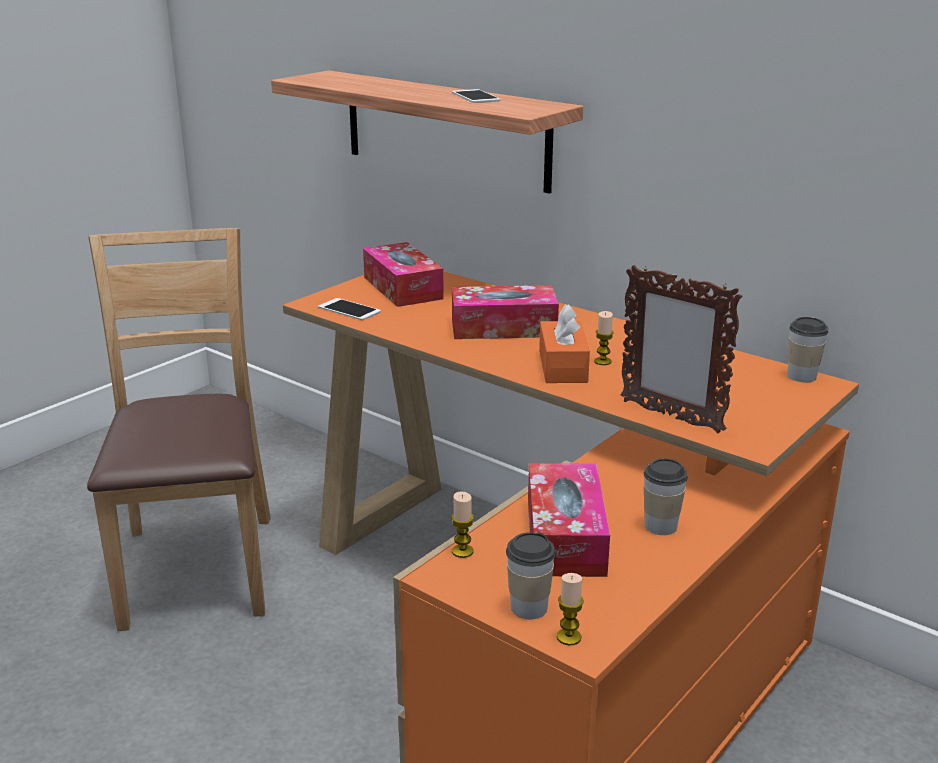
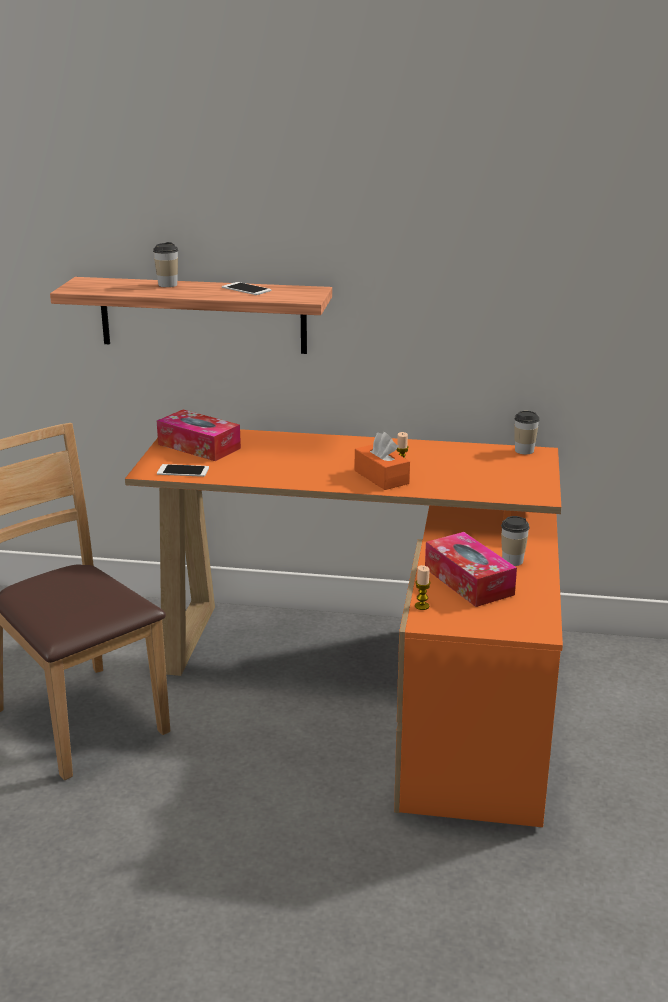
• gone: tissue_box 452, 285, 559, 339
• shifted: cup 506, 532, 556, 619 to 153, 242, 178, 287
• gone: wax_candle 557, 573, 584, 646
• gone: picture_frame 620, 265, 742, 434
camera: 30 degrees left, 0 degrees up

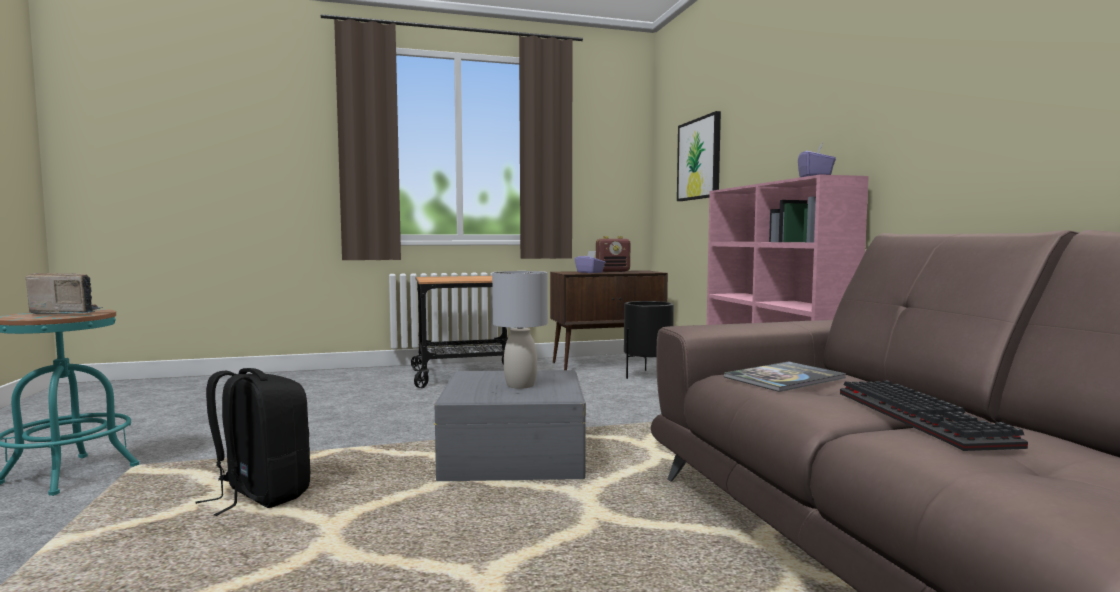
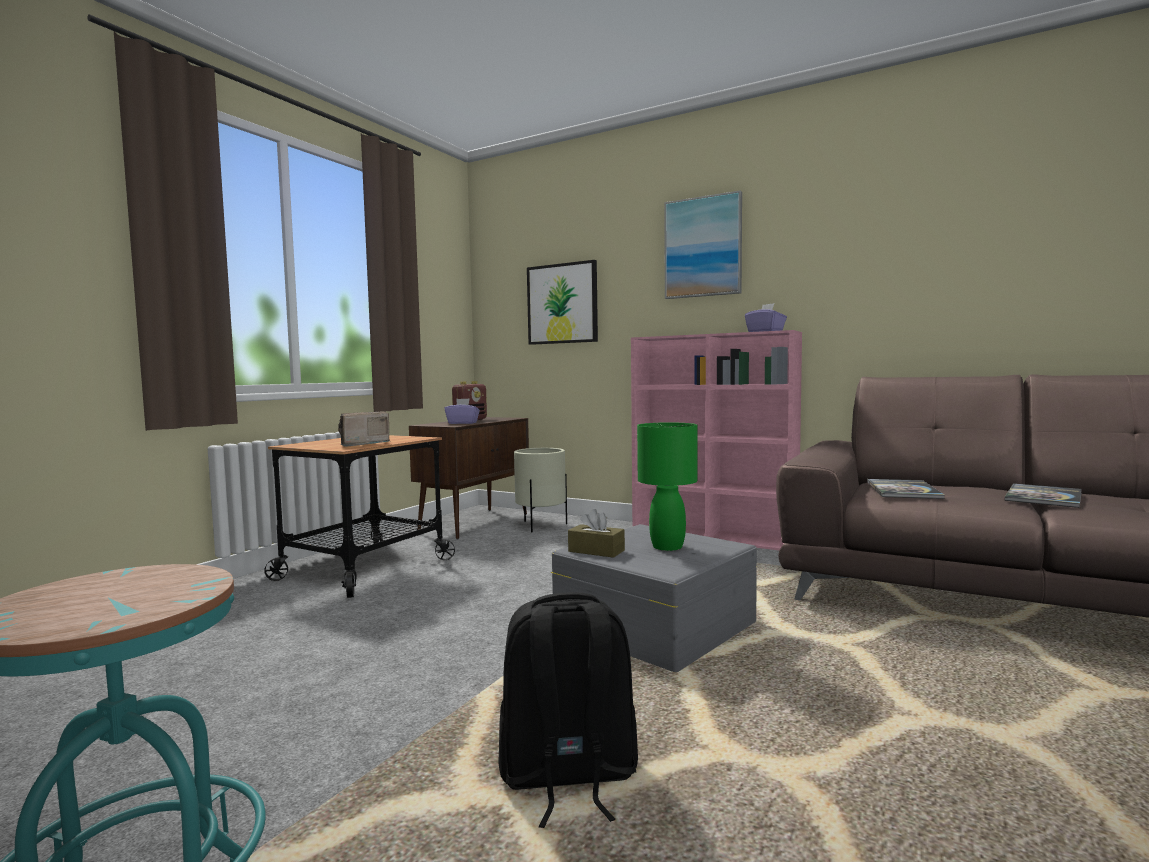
• shifted: radio 26, 273, 103, 314 to 338, 412, 390, 447
• repainted: greyish_table_lamp 492, 271, 548, 389 to green_table_lamp 637, 422, 698, 551
• repainted: blackish_plant_pot 624, 301, 674, 379 to beige-coloured_plant_pot 514, 448, 567, 533
• swapped: computer_keyboard 840, 380, 1028, 451 to book 1005, 483, 1082, 508
• new: brown_tissue_box 568, 509, 625, 558
• new: wall_art 664, 190, 742, 299
camera: 45 degrees left, 0 degrees up

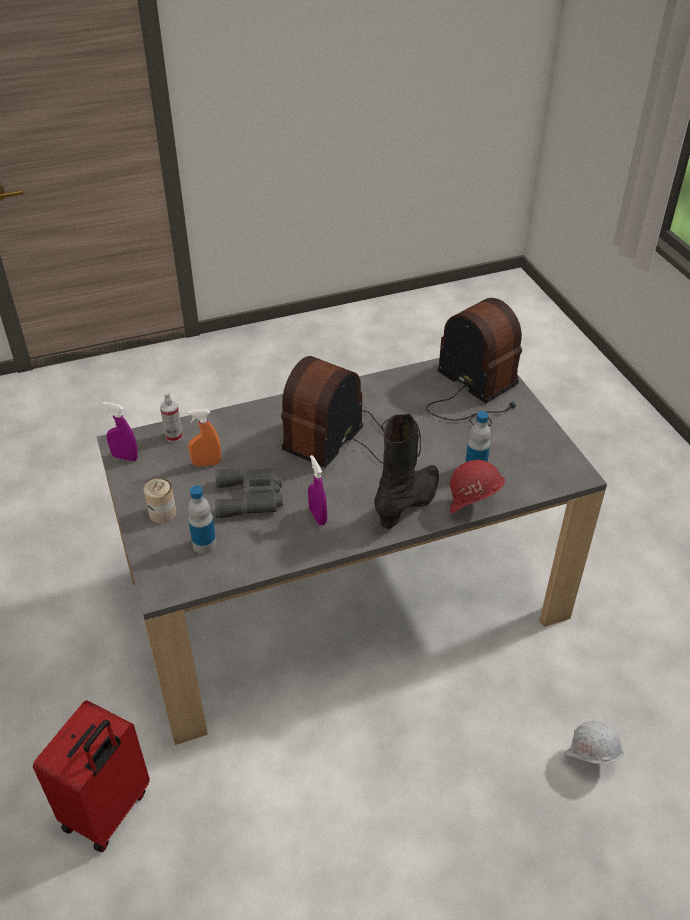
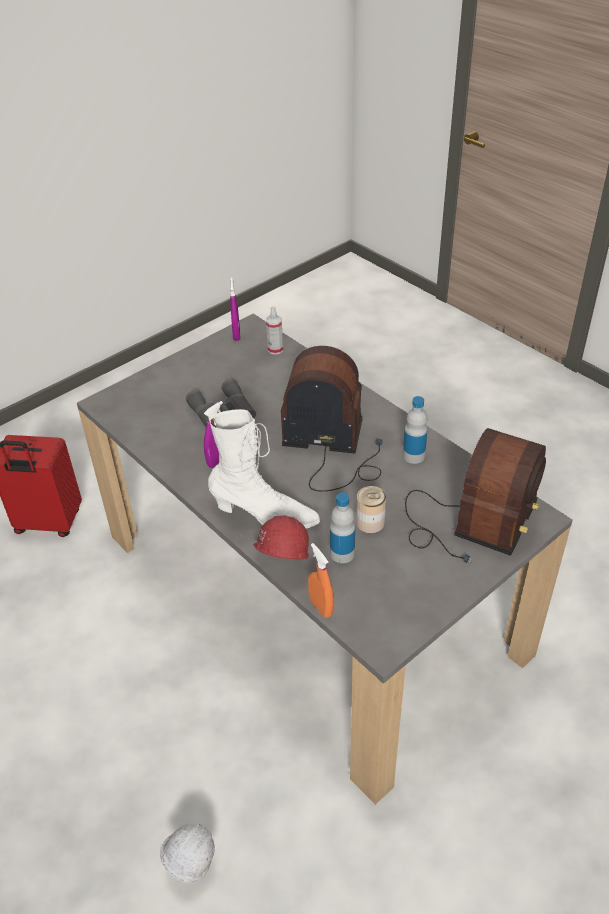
• shifted: metal_can 144, 478, 176, 524 to 356, 486, 386, 533
• shifted: orange_spray_bottle 187, 409, 221, 467 to 308, 543, 334, 618
• shifted: drink_bottle 188, 485, 217, 554 to 403, 396, 427, 464
• repainted: blackish_boot 374, 413, 439, 529 to white-coloured_boot 208, 409, 320, 529
camera: 70 degrees right, 0 degrees up

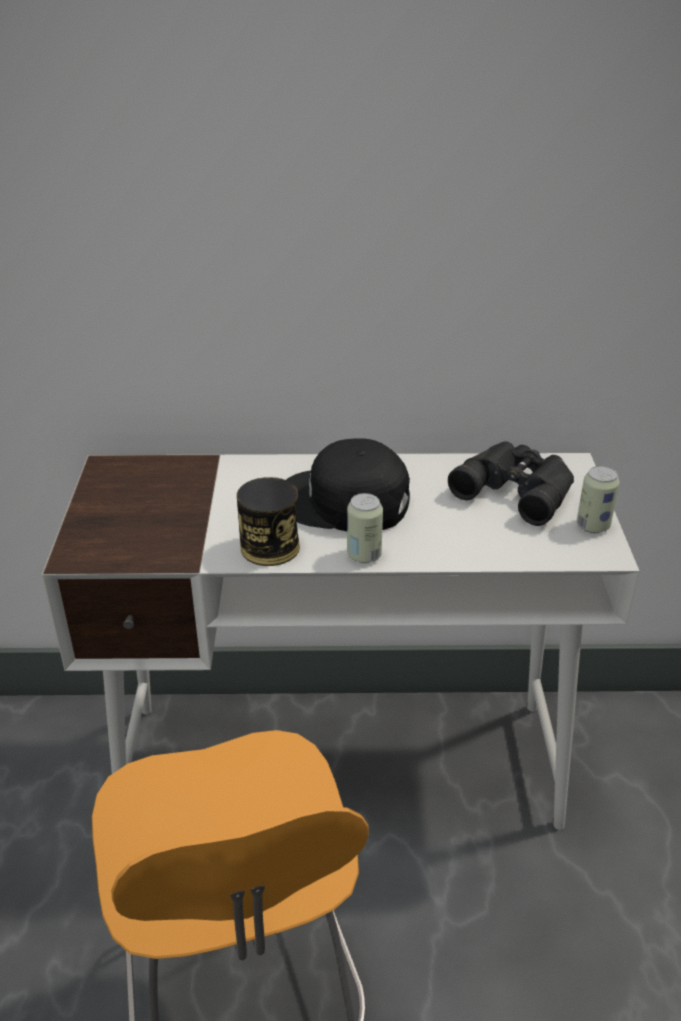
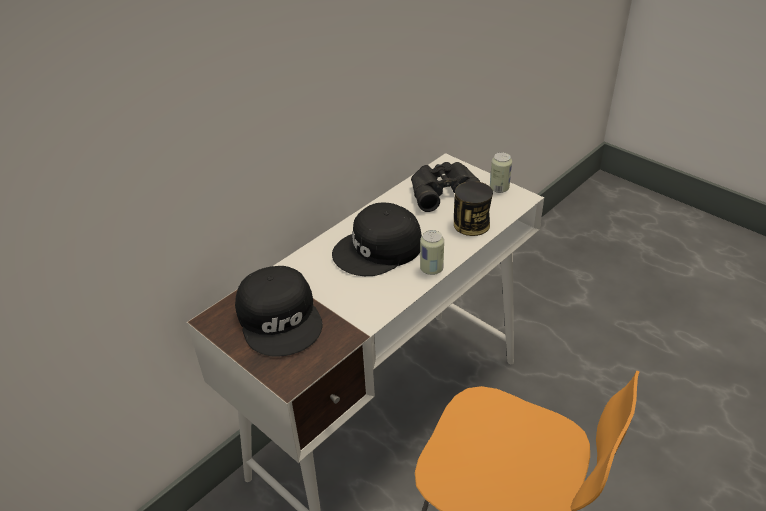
• shifted: metal_can 237, 477, 300, 566 to 454, 181, 493, 236
• new: blackish_baseball_cap 235, 266, 323, 357
camera: 45 degrees left, 5 degrees up

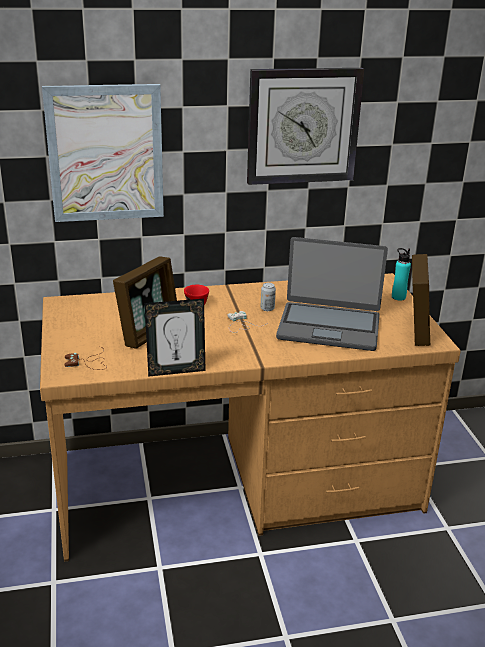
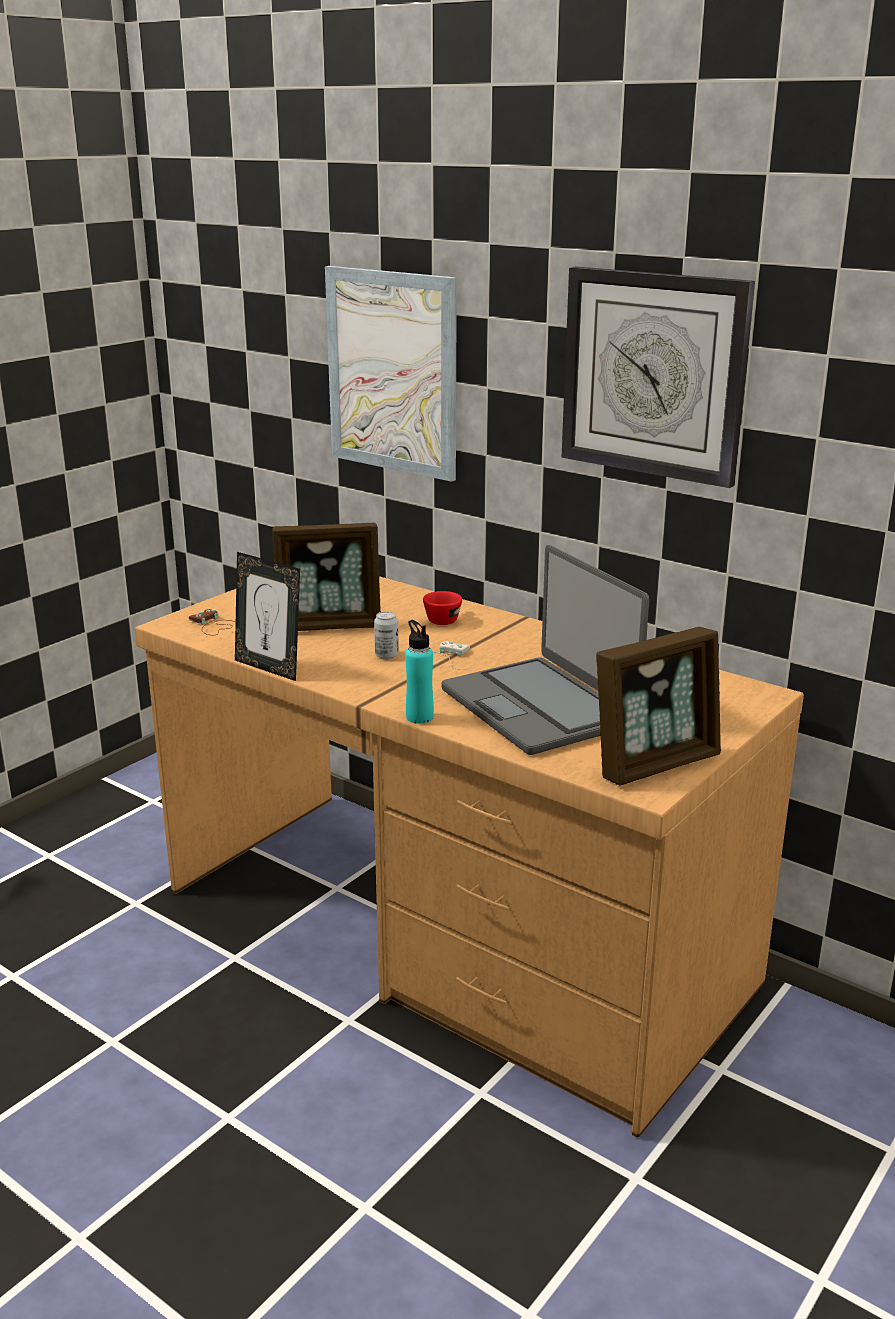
• shifted: metal_can 261, 283, 276, 311 to 374, 611, 399, 659
• shifted: blue-green_drink_bottle 392, 248, 411, 301 to 405, 620, 434, 724
camera: 50 degrees right, 5 degrees down

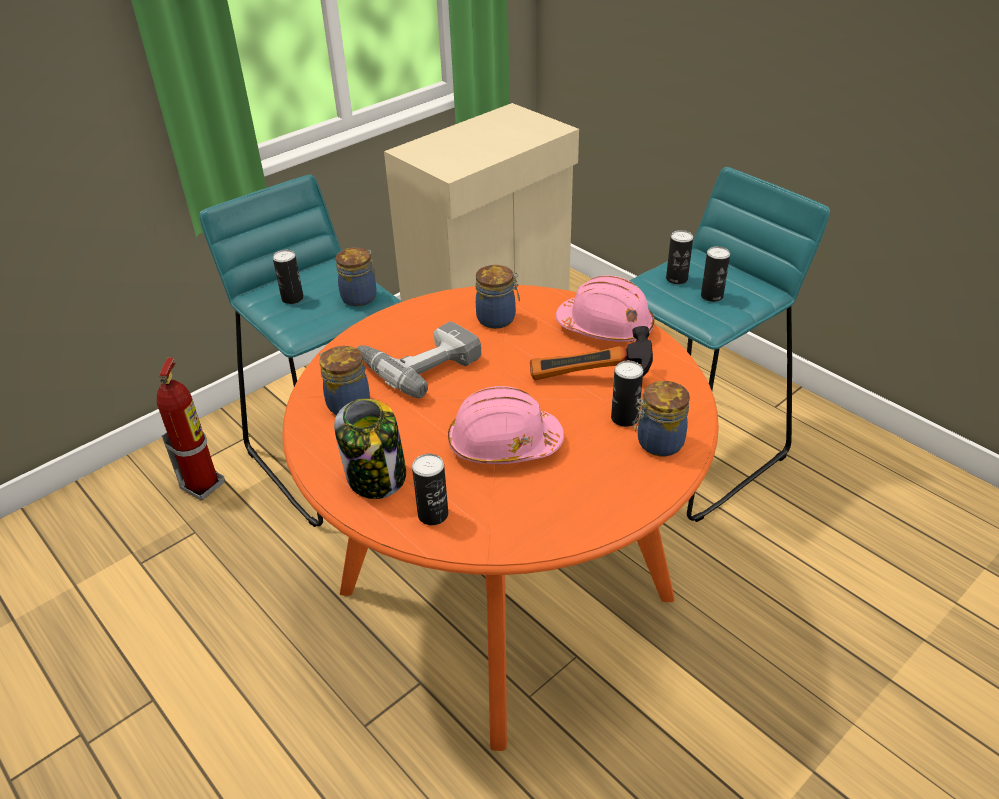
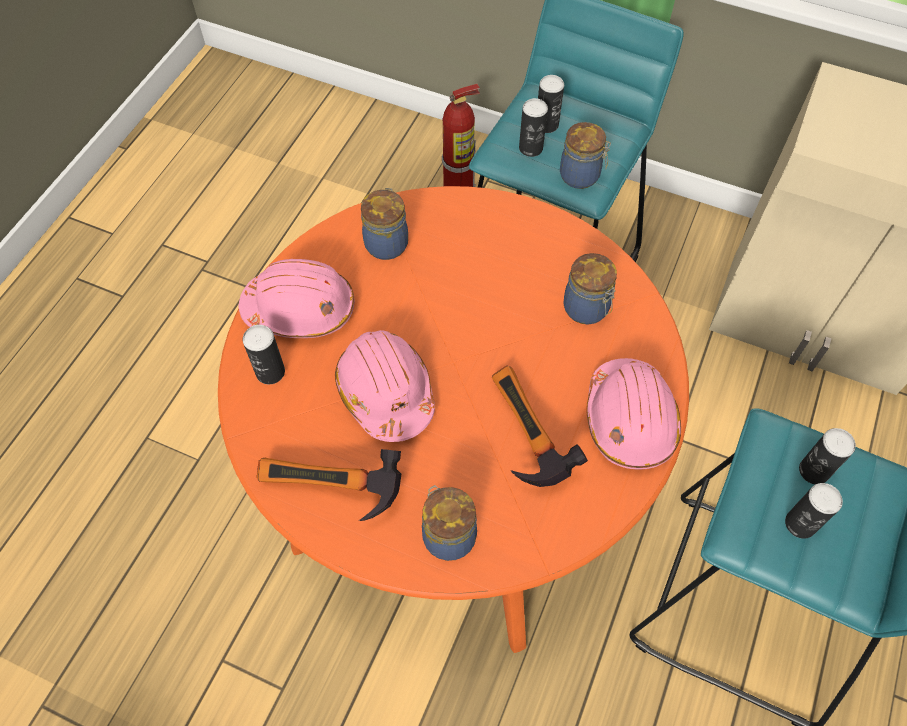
• swapped: storage_jar 334, 399, 406, 499 to pinkish_hard_hat 239, 259, 354, 338
• gone: power_drill 357, 321, 481, 398
• shifted: metal_can 611, 361, 643, 427 to 519, 98, 548, 157
• new: hammer 257, 449, 401, 521
camera: 65 degrees right, 20 degrees up

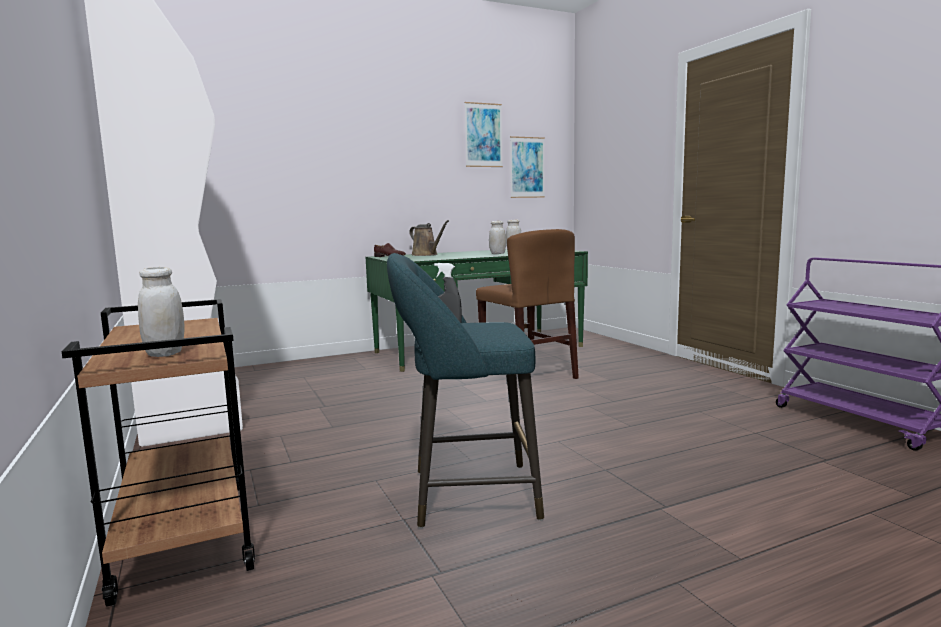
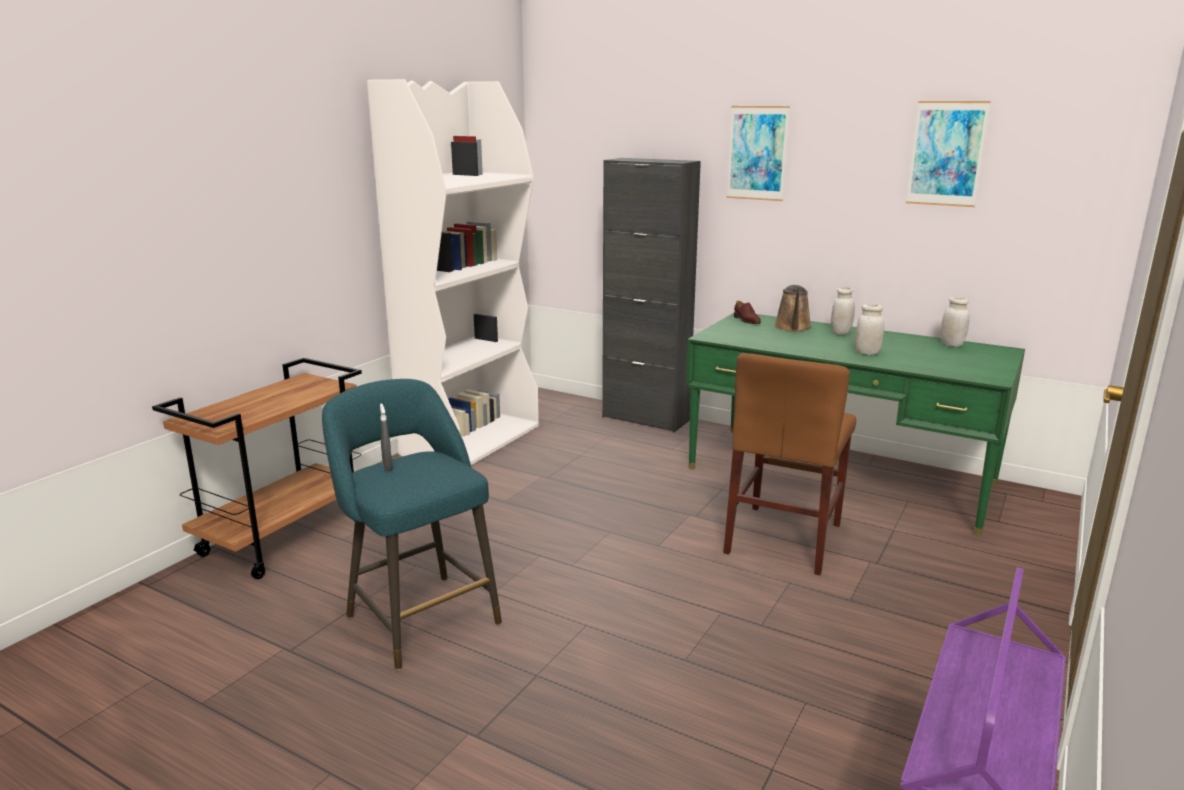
• shifted: white-coloured_storage_jar 138, 267, 185, 357 to 831, 287, 855, 335
• shifted: wall_art 510, 136, 545, 198 to 727, 106, 790, 201
• new: blackish_storage_cabinet 602, 158, 701, 432
camera: 55 degrees right, 10 degrees up

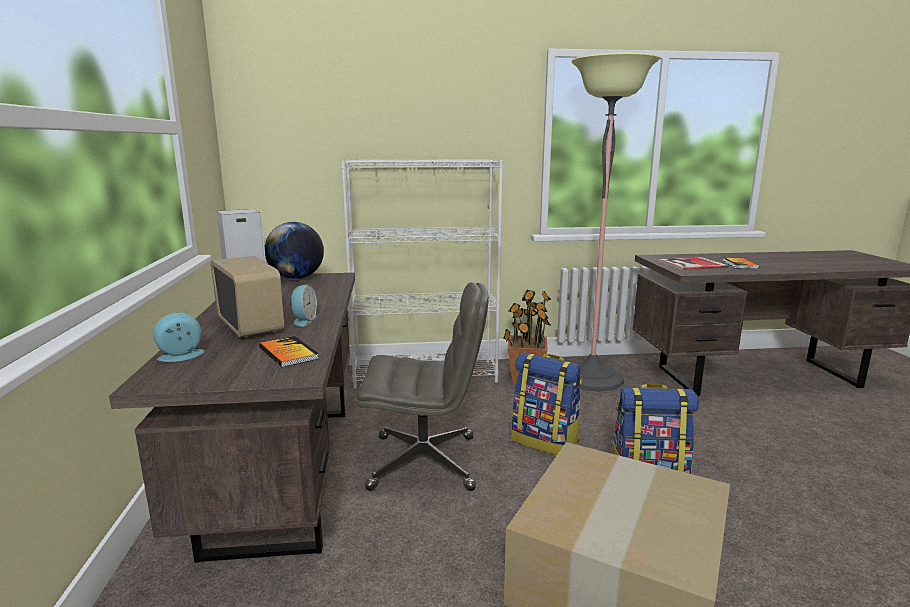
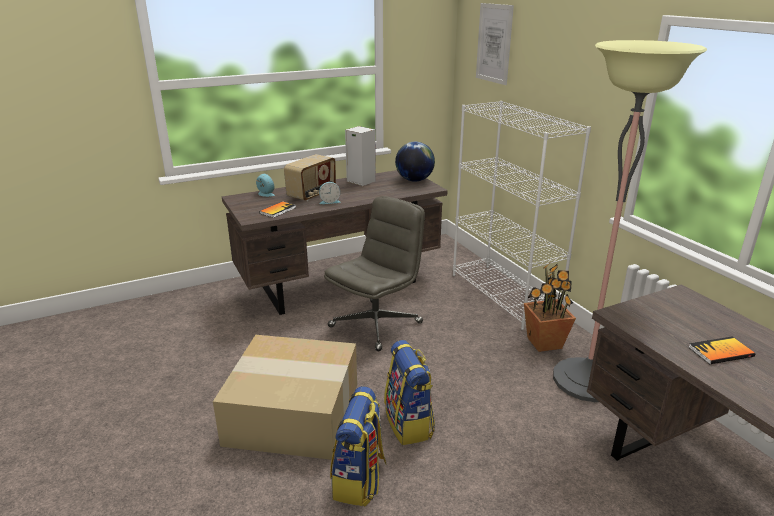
• rotated: greyish_office_chair 356, 282, 489, 491 = 324, 196, 425, 351 120 degrees counterclockwise
• shifted: rucksack 511, 353, 582, 455 to 330, 386, 387, 506
• gone: book 658, 257, 728, 270
• new: wall_art 476, 3, 514, 85
camera: 70 degrees right, 10 degrees up

